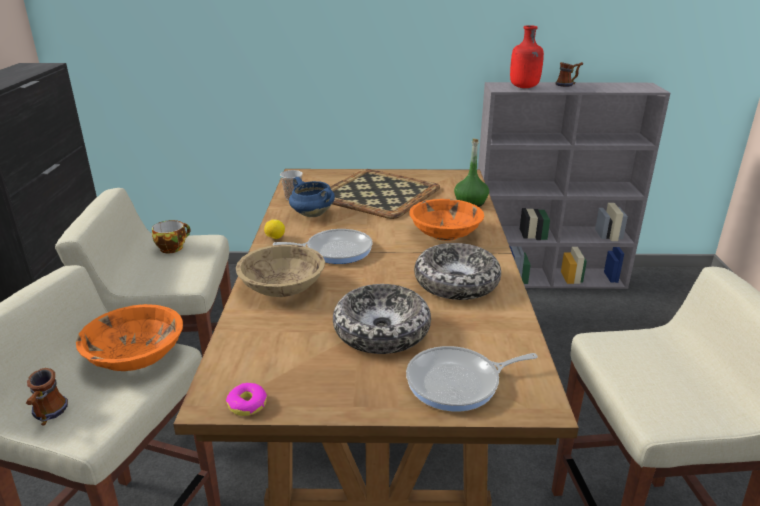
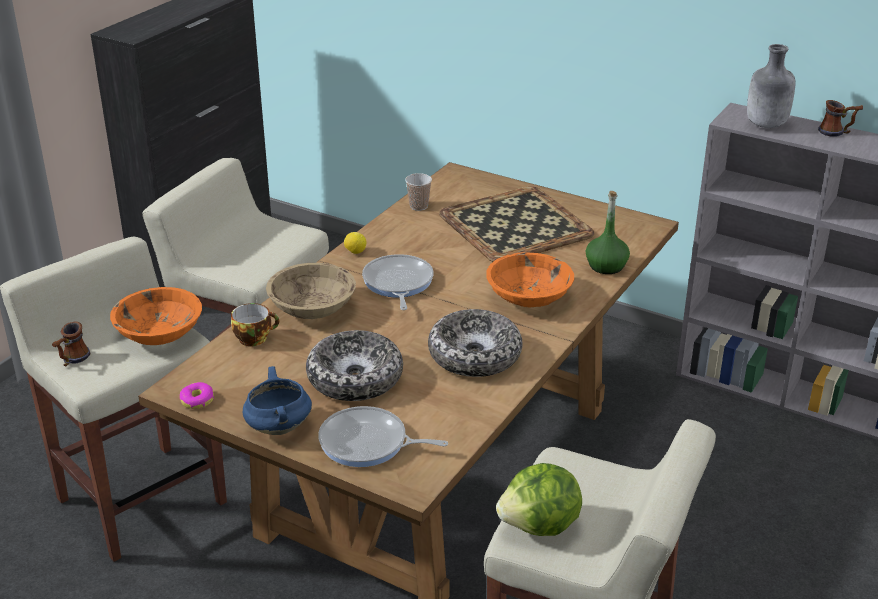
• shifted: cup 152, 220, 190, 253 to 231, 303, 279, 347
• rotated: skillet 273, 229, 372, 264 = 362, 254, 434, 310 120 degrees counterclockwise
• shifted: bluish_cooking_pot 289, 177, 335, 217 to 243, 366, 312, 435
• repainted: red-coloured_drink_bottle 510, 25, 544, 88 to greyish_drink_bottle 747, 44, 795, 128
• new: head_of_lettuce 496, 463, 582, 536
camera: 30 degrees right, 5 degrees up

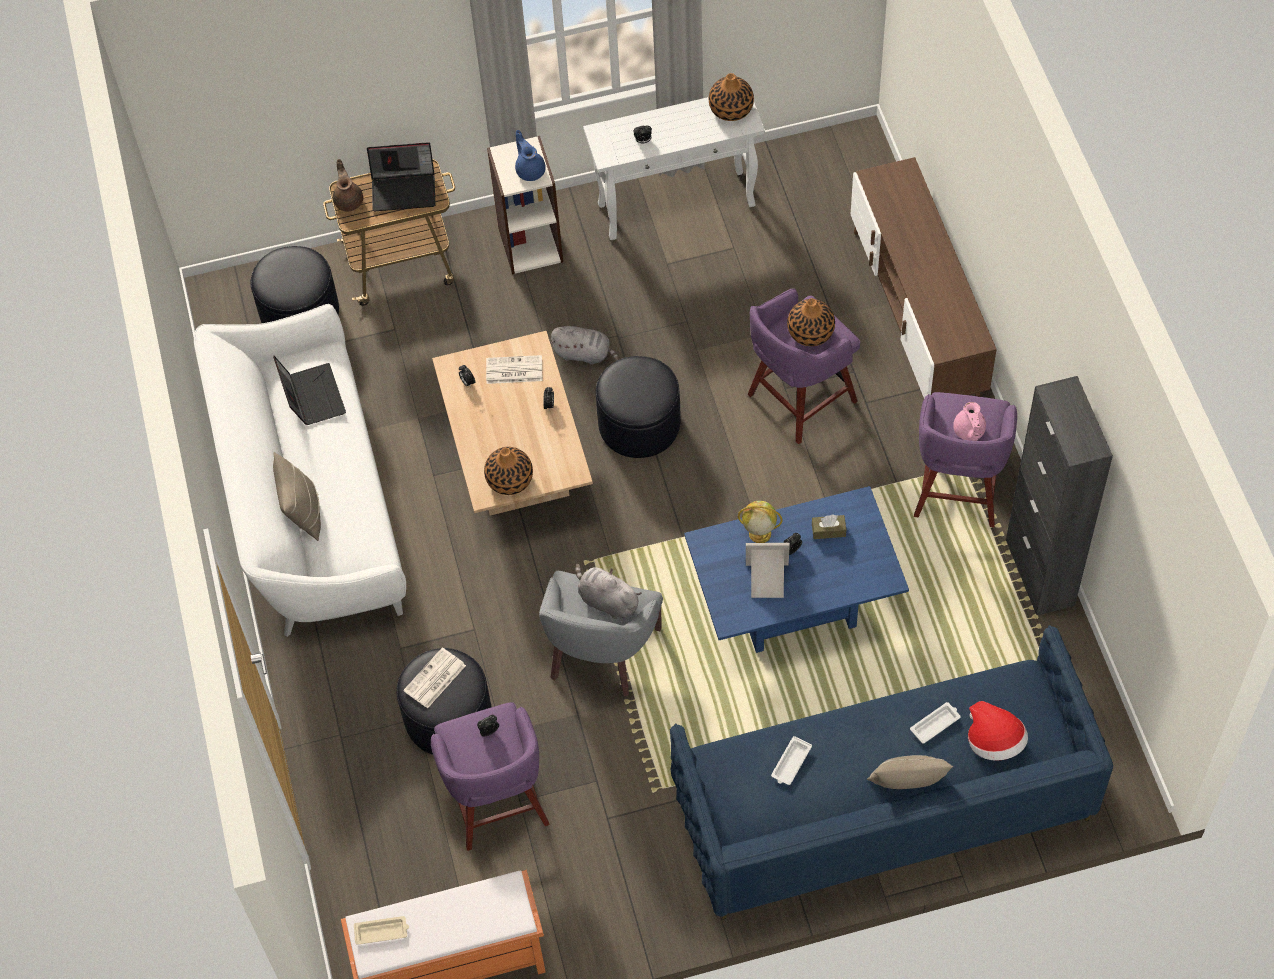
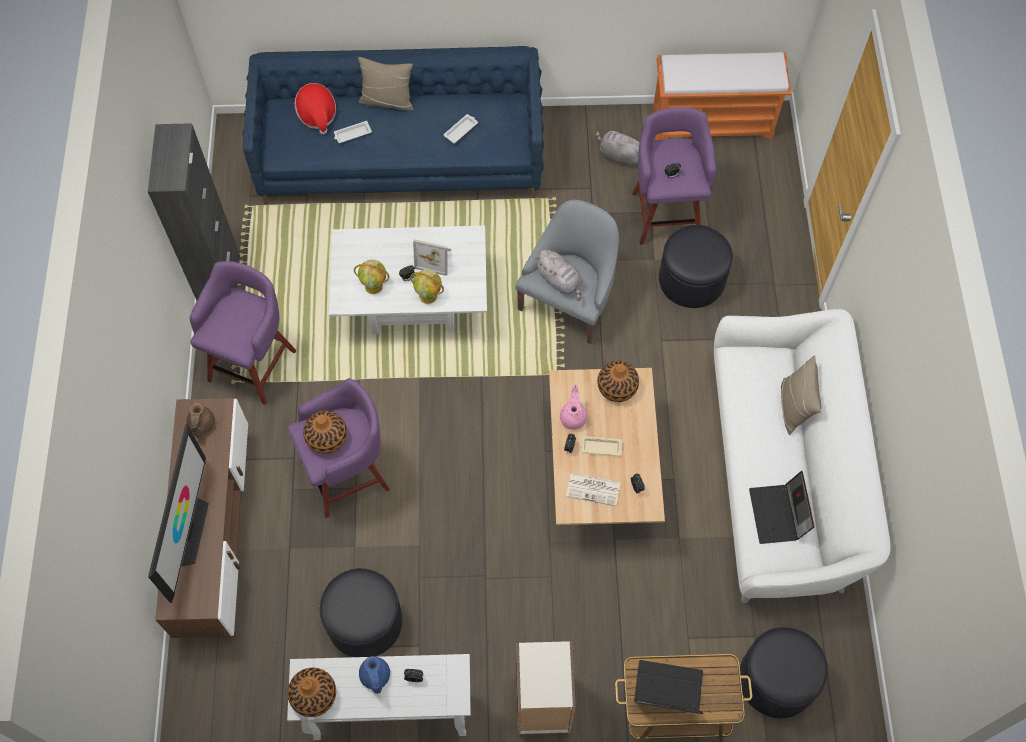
• shifted: brown_tea_pot 333, 159, 363, 211 to 187, 403, 215, 437
• shifted: beige-coloured_tray 354, 916, 409, 945 to 580, 436, 623, 456
• gone: newspaper 403, 648, 466, 709
• shifted: bluish_tea_pot 515, 130, 546, 181 to 359, 656, 390, 694
• shifted: greyish_plush_toy 550, 326, 619, 365 to 596, 130, 640, 167
• shifted: blackish_ottoman 596, 356, 681, 458 to 320, 568, 402, 657
• repainted: bluish_coffee_table 684, 486, 909, 653 to white-coloured_coffee_table 329, 226, 487, 334
• swapped: brown_tissue_box 812, 514, 846, 539 to world_globe 354, 259, 389, 294
• shifted: pinkish_tea_pot 953, 402, 986, 441 to 560, 384, 587, 430
• new: TV 148, 424, 209, 603
camera: 170 degrees left, 5 degrees up

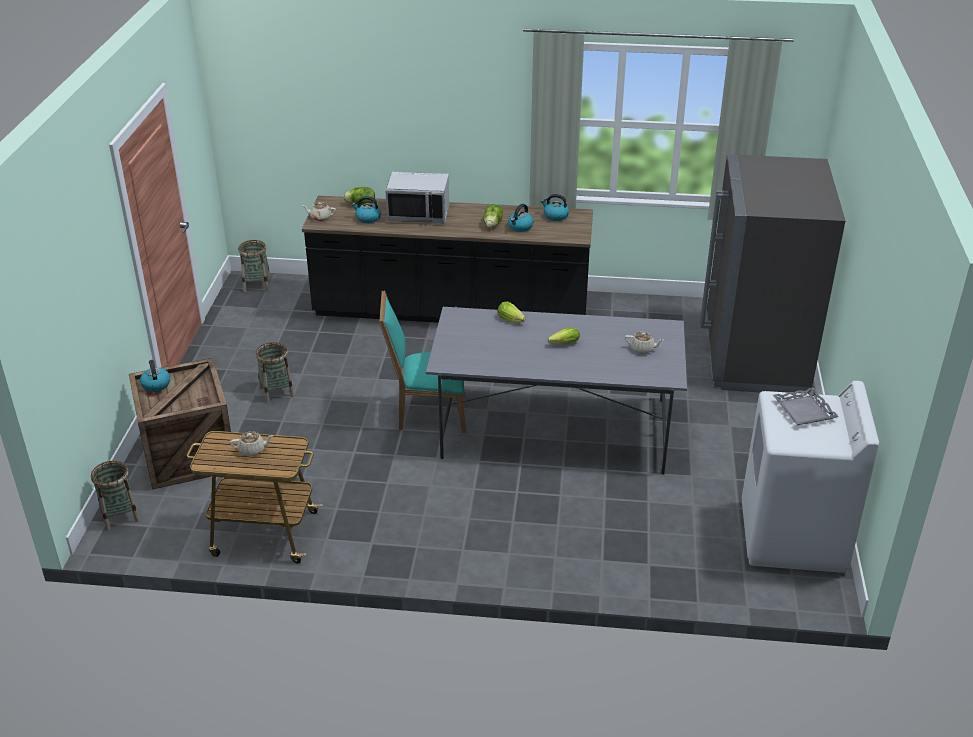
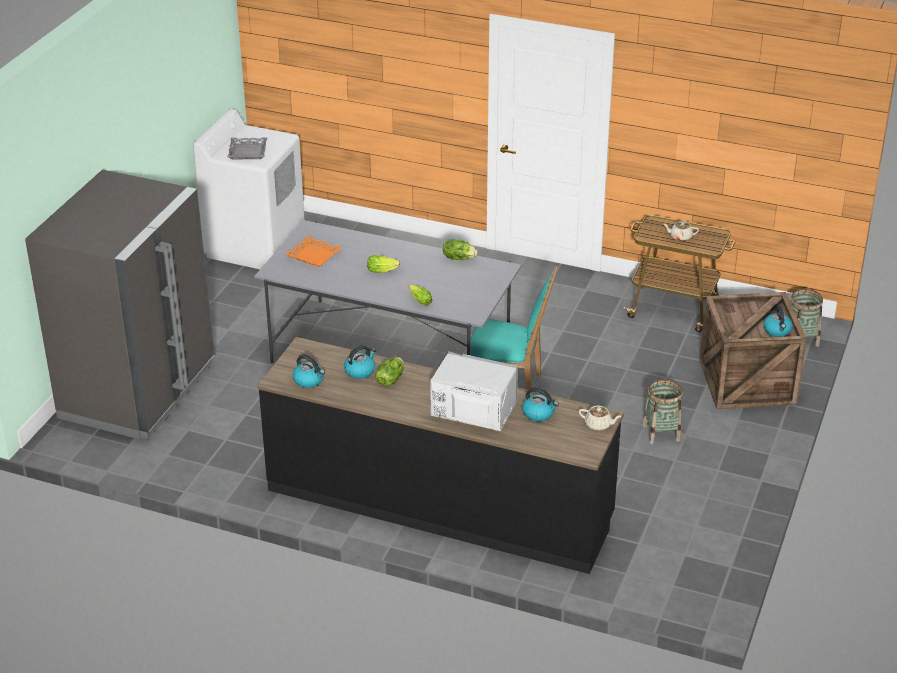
• gone: household_basket 238, 240, 271, 292
• shifted: head_of_lettuce 343, 187, 375, 205 to 443, 239, 477, 260
• swapped: beige-coloured_tea_pot 625, 332, 664, 354 to orange_tray 286, 236, 342, 267
camera: 165 degrees left, 0 degrees up

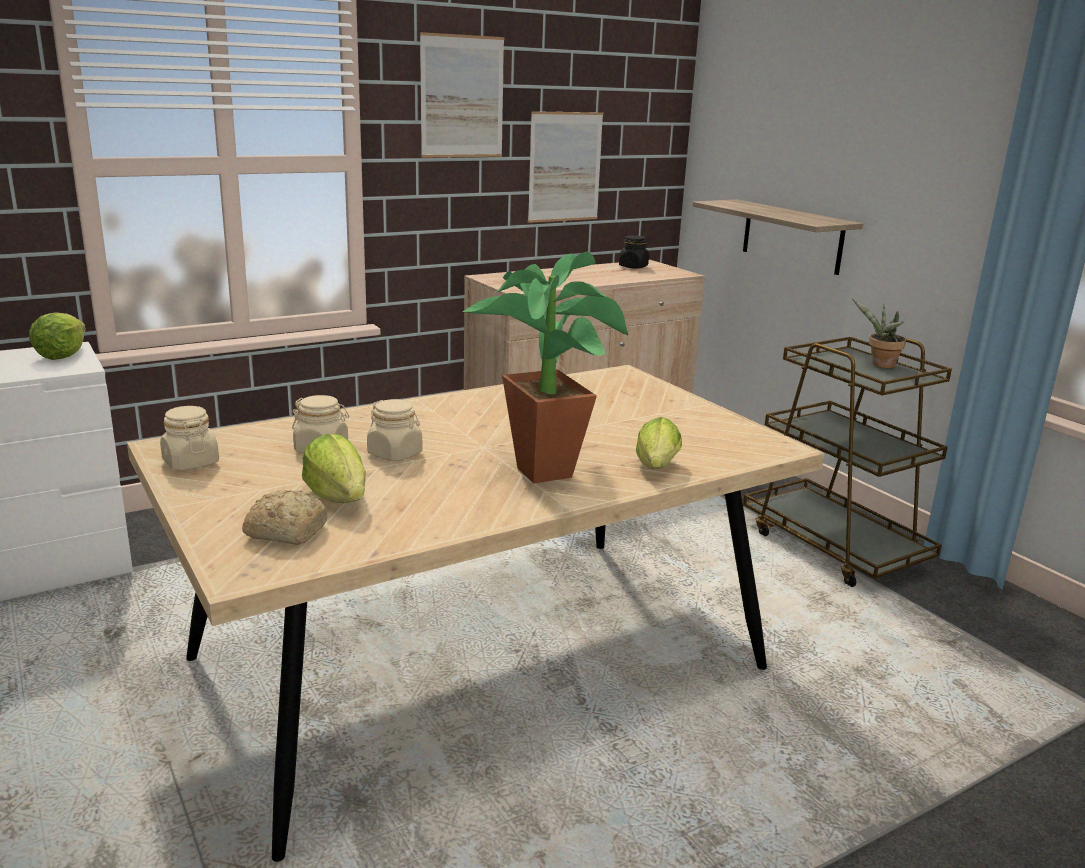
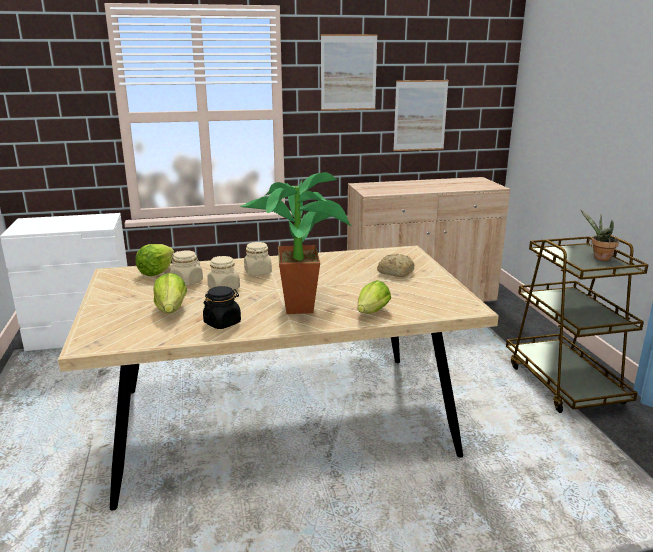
• shifted: head_of_lettuce 29, 313, 86, 360 to 136, 244, 174, 276
• shifted: beige-coloured_storage_jar 160, 406, 219, 471 to 244, 242, 272, 276
• shifted: bakery_bread 242, 490, 327, 545 to 377, 254, 415, 277
• shifted: blackish_storage_jar 619, 235, 649, 268 to 203, 286, 241, 329
• gone: wall_shelf 693, 199, 863, 275
camera: 20 degrees right, 0 degrees up

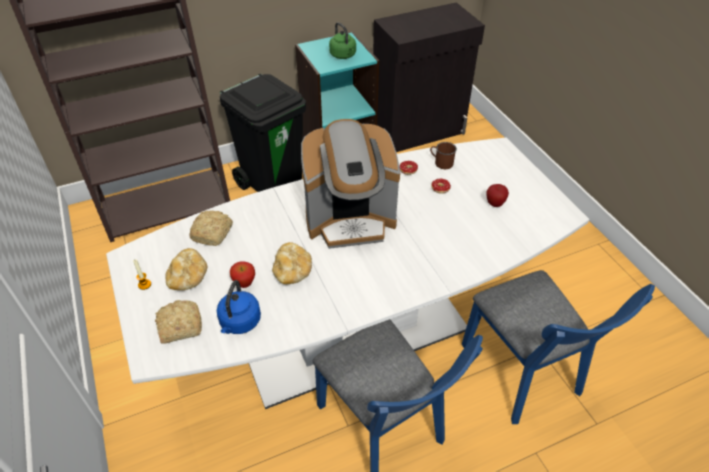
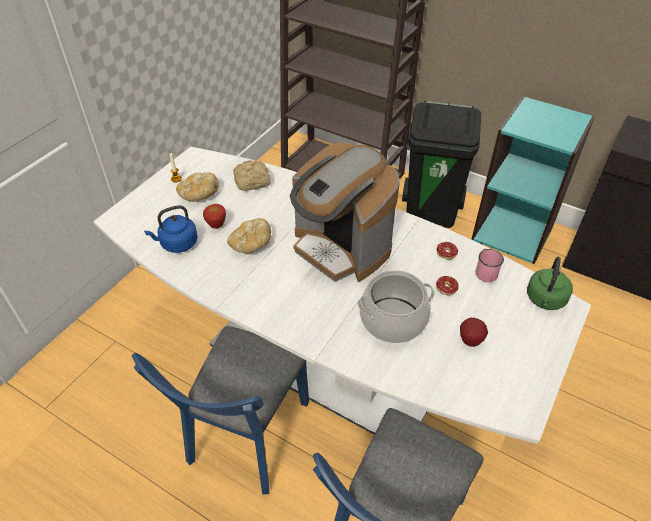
• gone: bakery_bread 155, 300, 202, 344
• shifted: green_tea_kettle 329, 22, 356, 59 to 527, 257, 573, 310
• repainted: brown_coffee_mug 430, 142, 457, 169 to pinkish_coffee_mug 475, 248, 504, 282
• new: cooking_pot 357, 270, 435, 343
camera: 55 degrees right, 0 degrees up

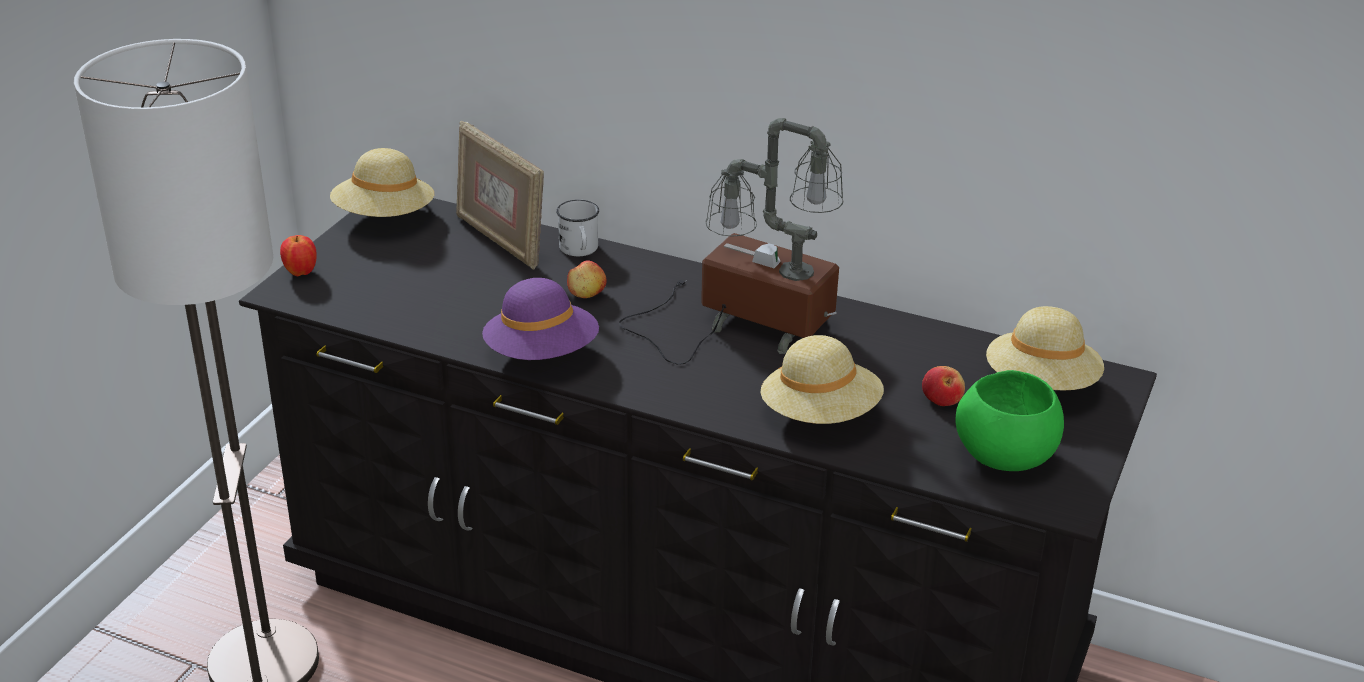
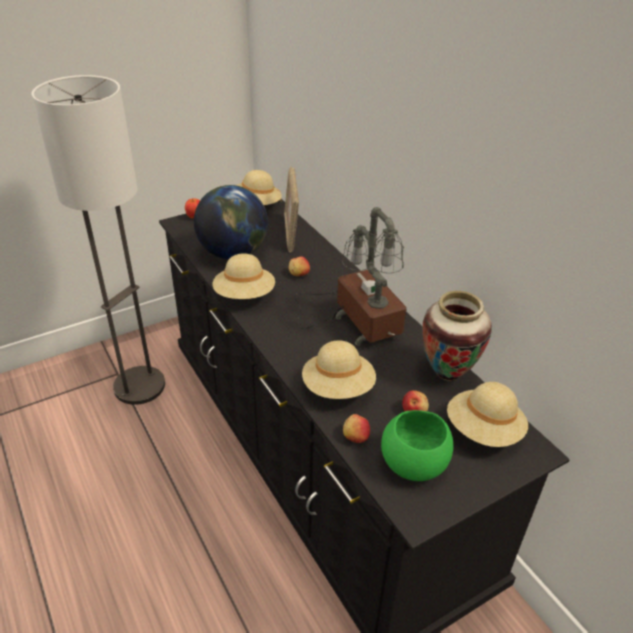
• repainted: purplish_wearable_hat 482, 278, 599, 360 to beige-coloured_wearable_hat 213, 253, 275, 299
• gone: white-coloured_coffee_mug 556, 200, 599, 256
• new: world_globe 194, 185, 268, 259
• new: apple 343, 414, 370, 443
• new: flower_vase 422, 291, 492, 381
camera: 35 degrees right, 5 degrees up

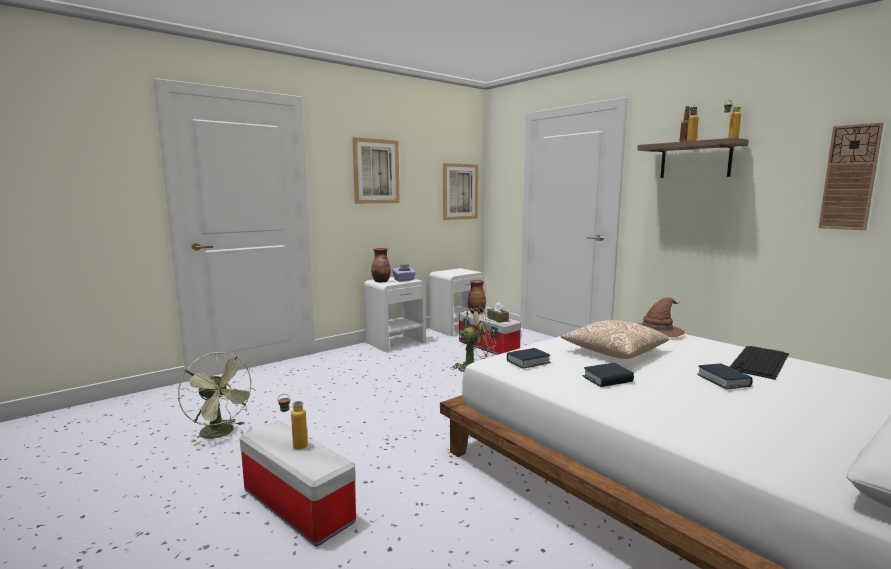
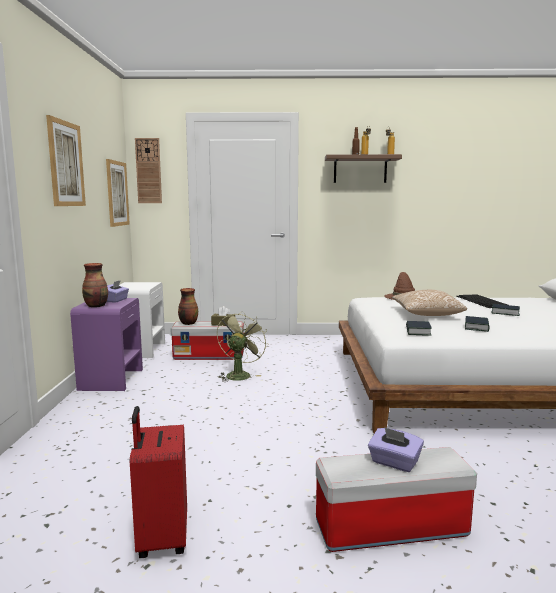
• swapped: green_electric_fan 178, 352, 256, 446 to red-coloured_suitcase 130, 406, 187, 558
• swapped: drink_bottle 278, 394, 308, 449 to purplish_tissue_box 368, 427, 424, 472
• repainted: white-coloured_nightstand 364, 277, 426, 352 to purplish_nightstand 70, 298, 143, 391
• shifted: wall_clock 819, 122, 884, 230 to 135, 138, 162, 203
camera: 50 degrees left, 0 degrees up

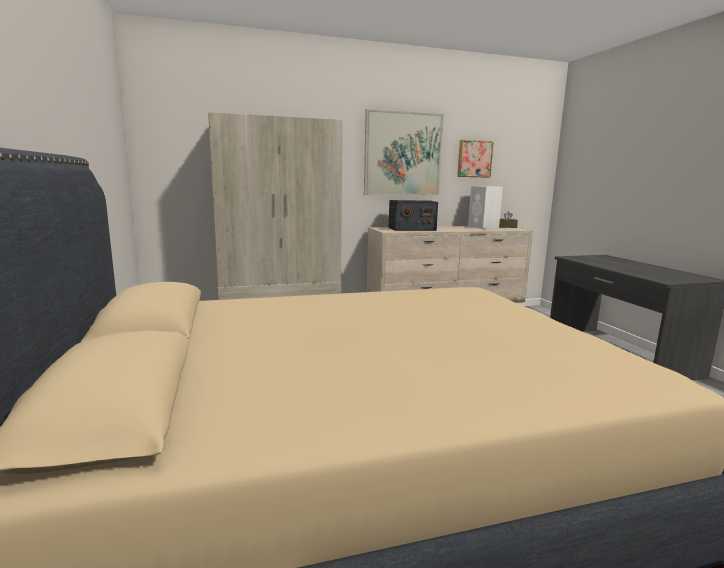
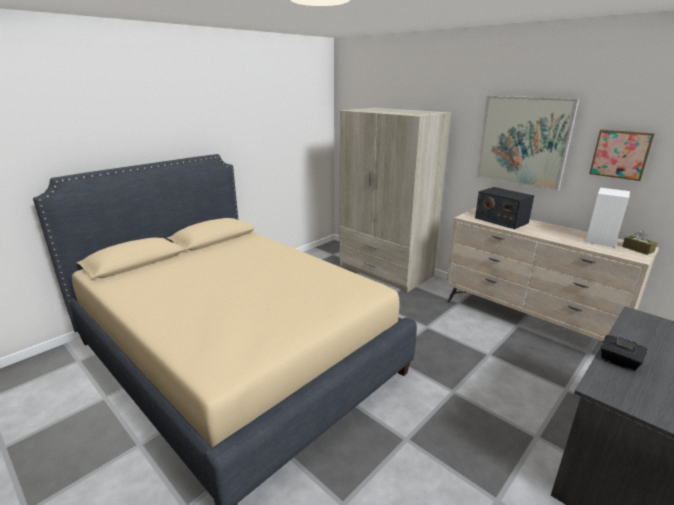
• new: blackish_tissue_box 601, 335, 648, 371
camera: 60 degrees right, 10 degrees up

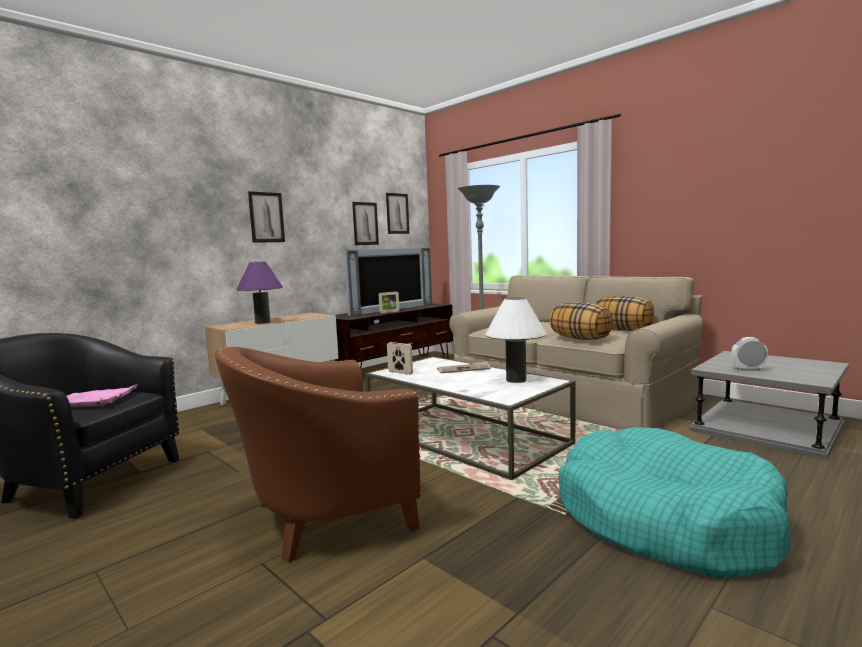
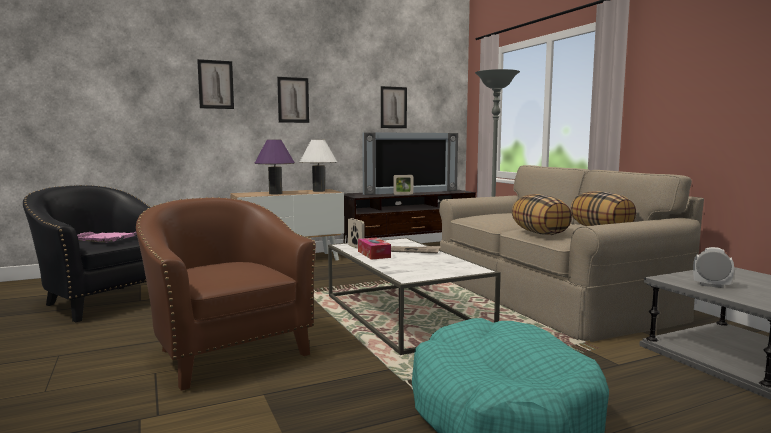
• rotated: brown_lounge_chair 215, 347, 421, 563 = 136, 197, 316, 391 60 degrees clockwise
• shifted: wall_art 386, 193, 409, 234 to 197, 59, 234, 109
• shifted: white-coloured_table_lamp 485, 297, 546, 383 to 300, 139, 337, 192
• new: tissue_box 358, 237, 391, 260
camera: 20 degrees right, 0 degrees up

